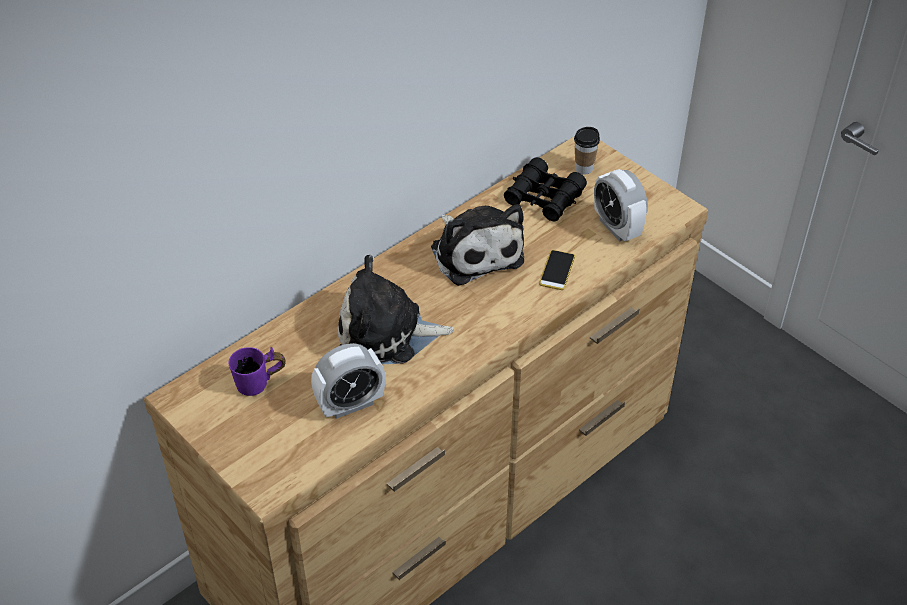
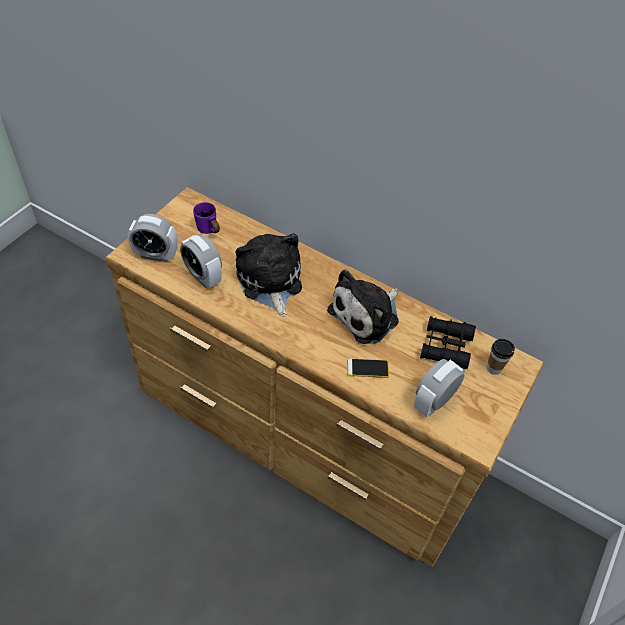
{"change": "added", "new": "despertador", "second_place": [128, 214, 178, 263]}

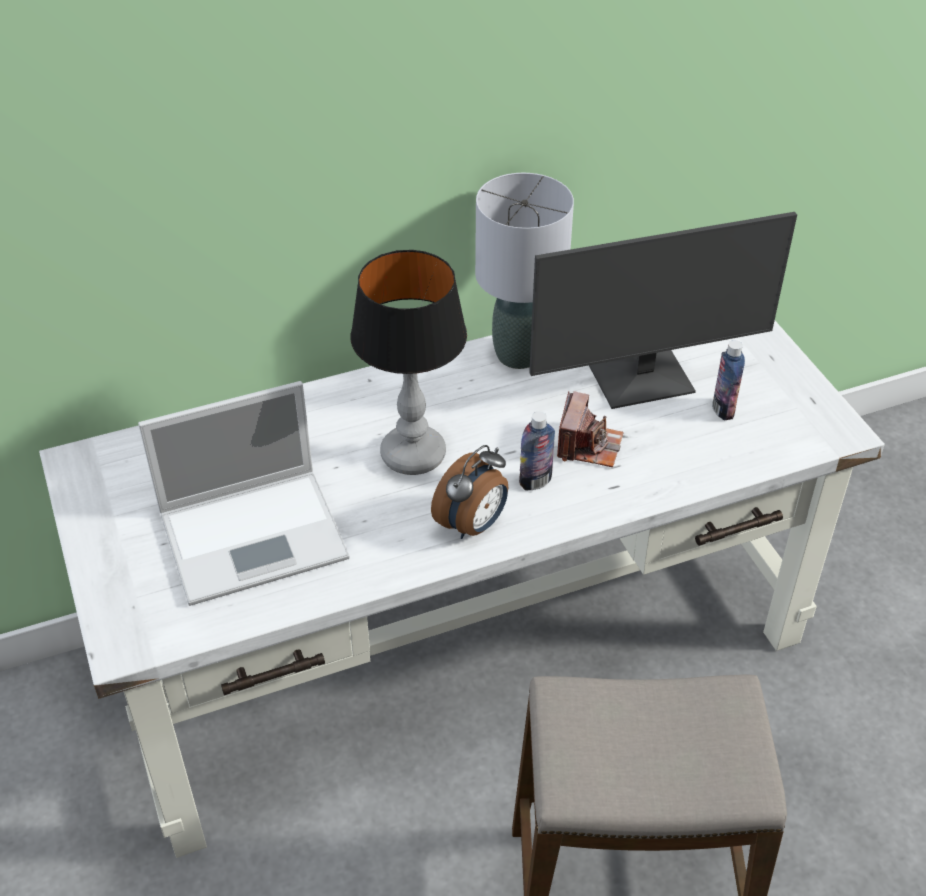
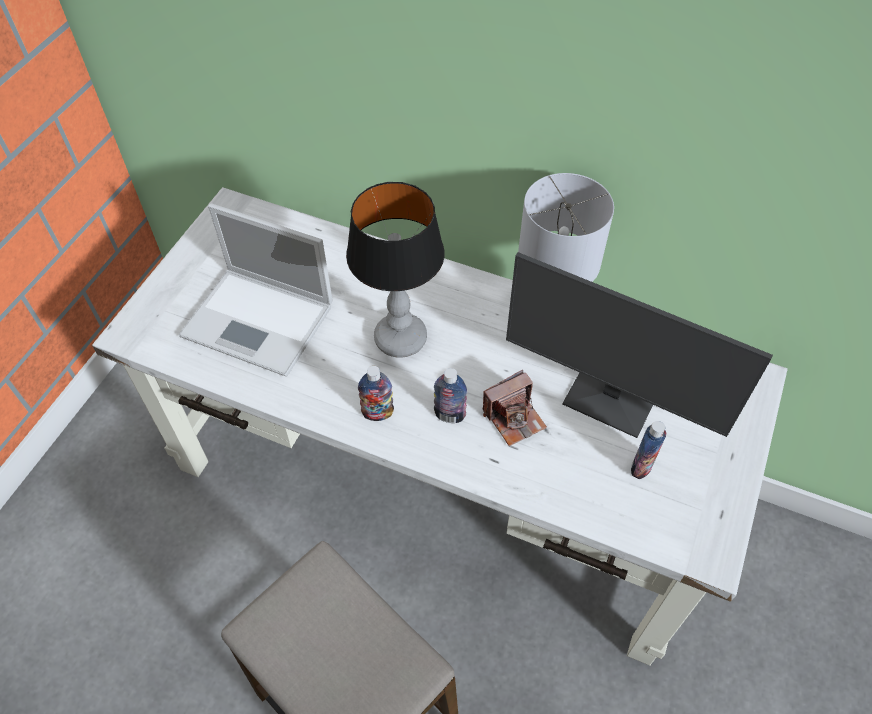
{"change": "replaced", "old": "despertador", "new": "botella", "first_place": [431, 445, 508, 539], "second_place": [358, 366, 394, 421]}

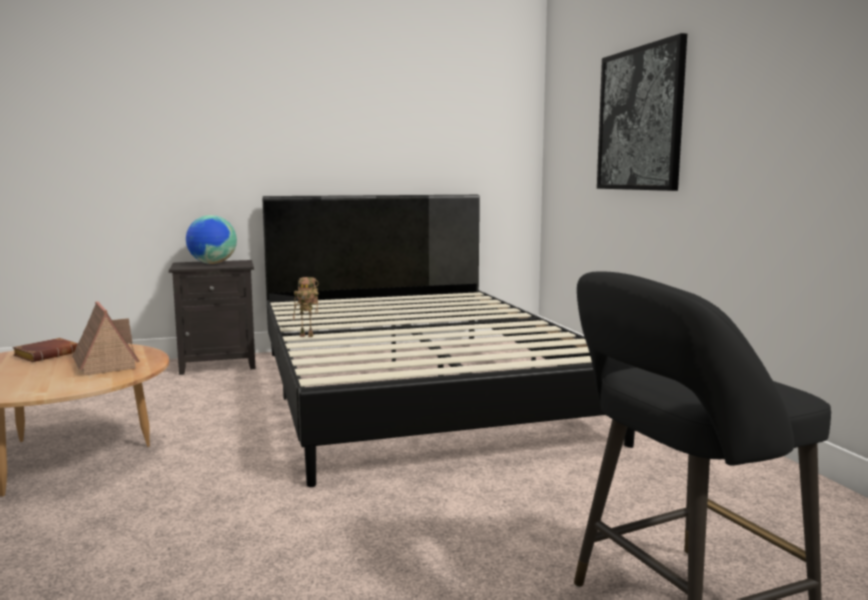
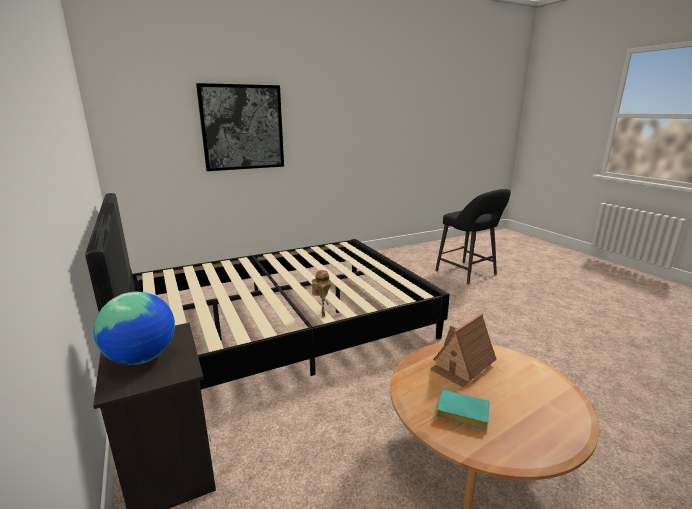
{"change": "recoloured", "old": "libro (marrón)", "new": "libro (turquesa)", "first_place": [12, 338, 78, 362], "second_place": [436, 390, 490, 430]}

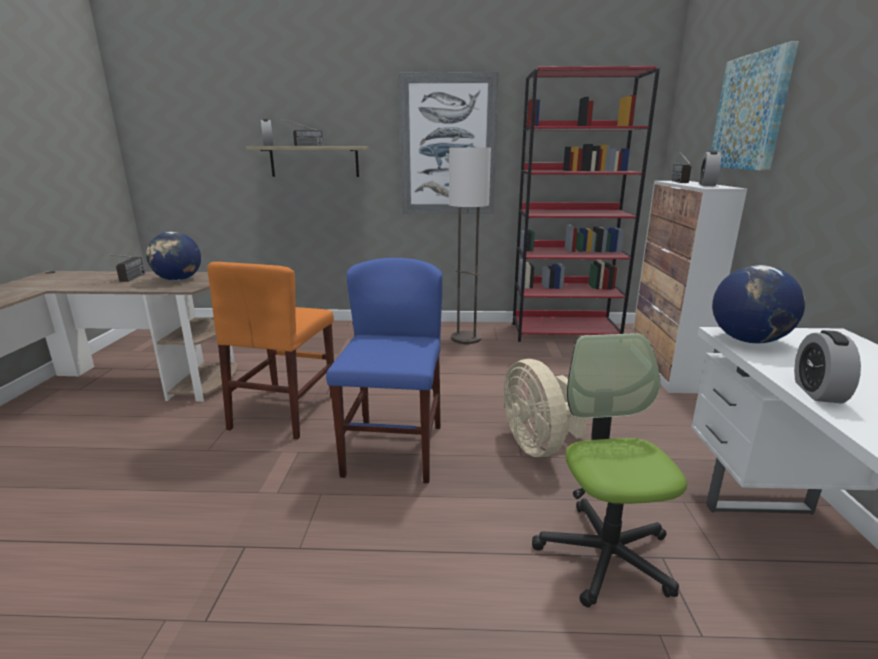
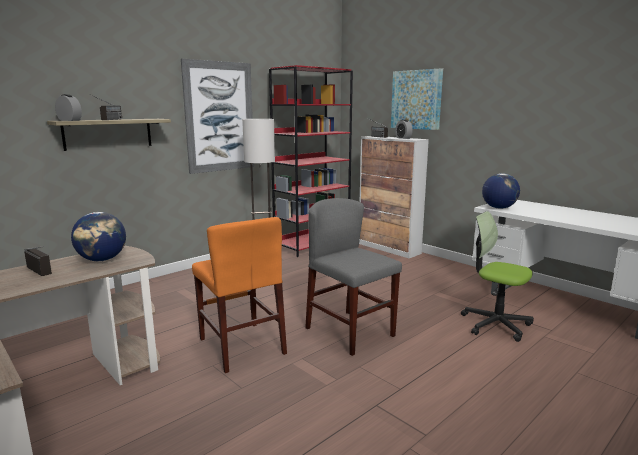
{"change": "recoloured", "old": "silla (azul)", "new": "silla (gris)", "first_place": [326, 258, 443, 483], "second_place": [305, 198, 402, 356]}
{"change": "removed", "old": "despertador", "first_place": [794, 330, 861, 404]}
{"change": "removed", "old": "ventilador (beis)", "first_place": [504, 359, 587, 457]}

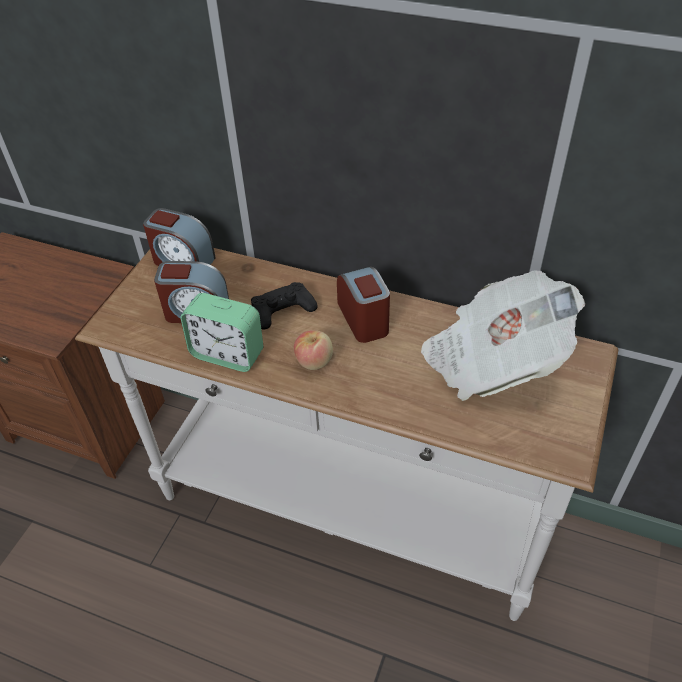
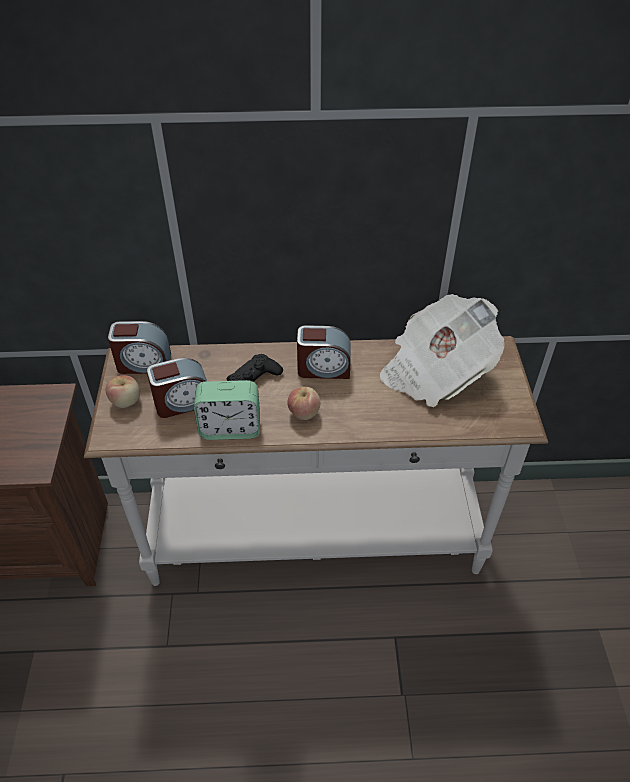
{"change": "turned", "old": "despertador", "first_place": [337, 267, 390, 343], "second_place": [297, 325, 351, 379], "degrees": 135}
{"change": "added", "new": "manzana", "second_place": [106, 375, 140, 408]}

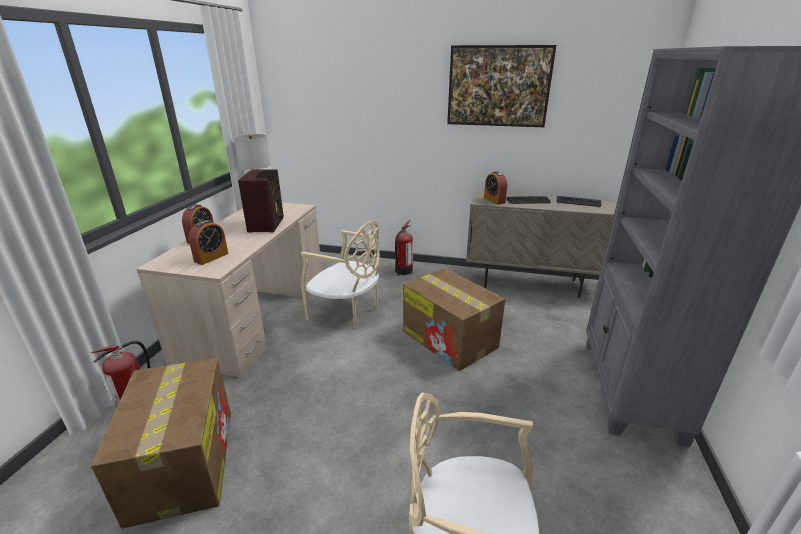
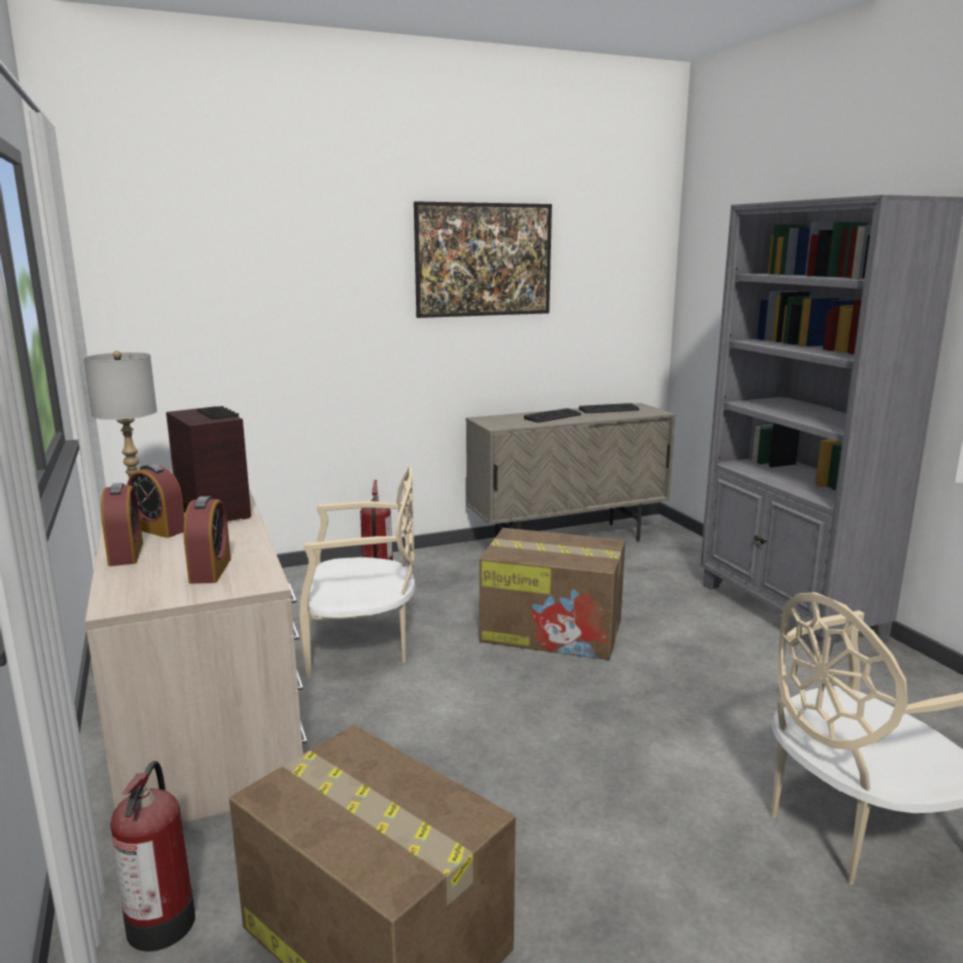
{"change": "moved", "old": "despertador", "first_place": [484, 171, 507, 205], "second_place": [127, 464, 185, 538]}

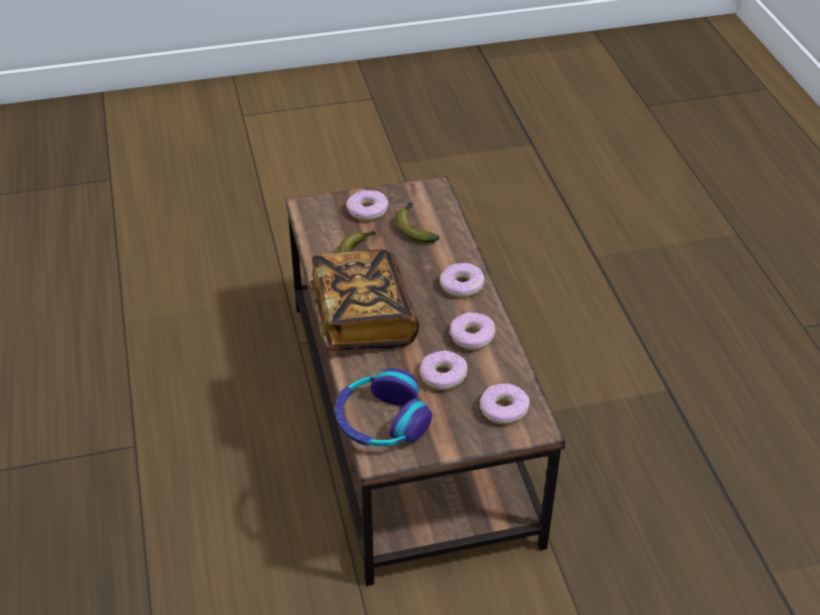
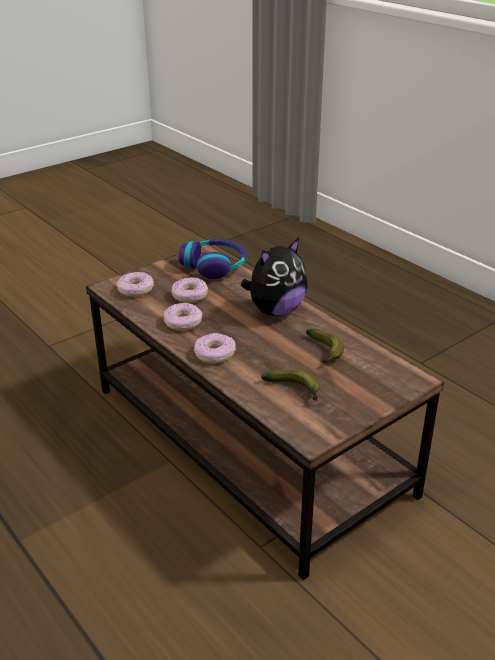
{"change": "removed", "old": "rosquilla", "first_place": [346, 190, 388, 221]}
{"change": "replaced", "old": "libro", "new": "peluche", "first_place": [310, 249, 419, 350], "second_place": [241, 238, 308, 316]}

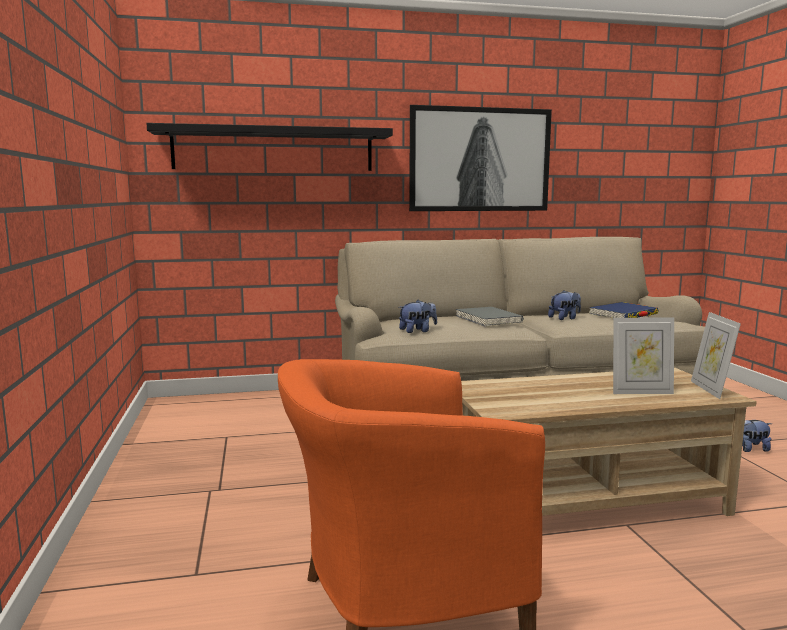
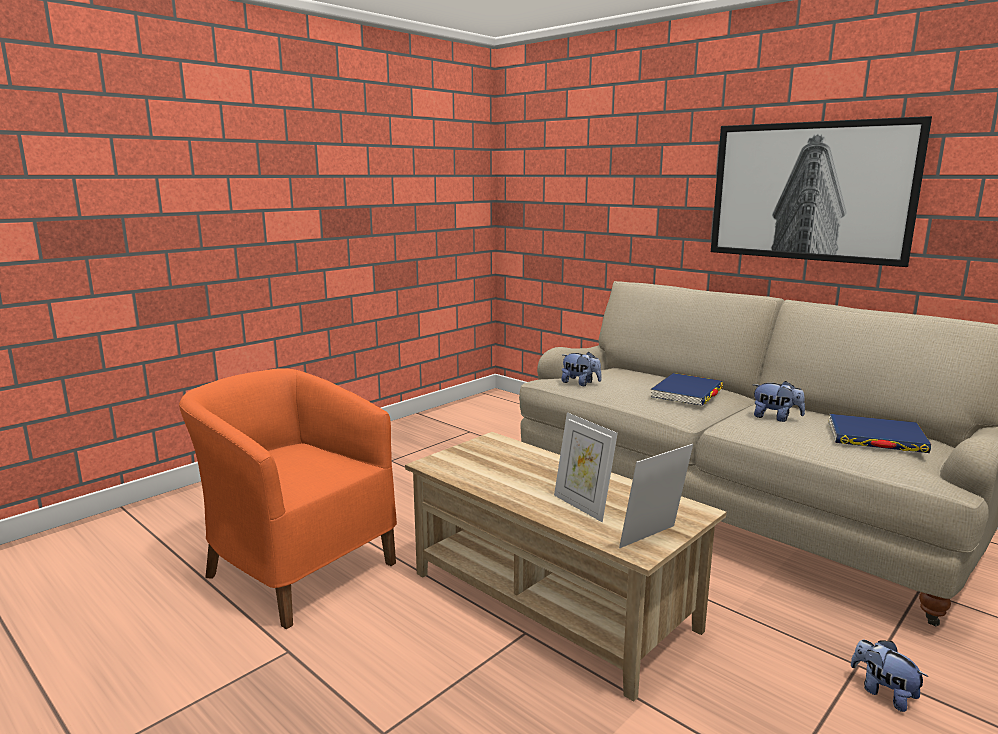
{"change": "removed", "old": "estante (negro)", "first_place": [146, 123, 393, 171]}
{"change": "recoloured", "old": "libro (gris)", "new": "libro (azul)", "first_place": [456, 307, 524, 327], "second_place": [651, 373, 723, 406]}

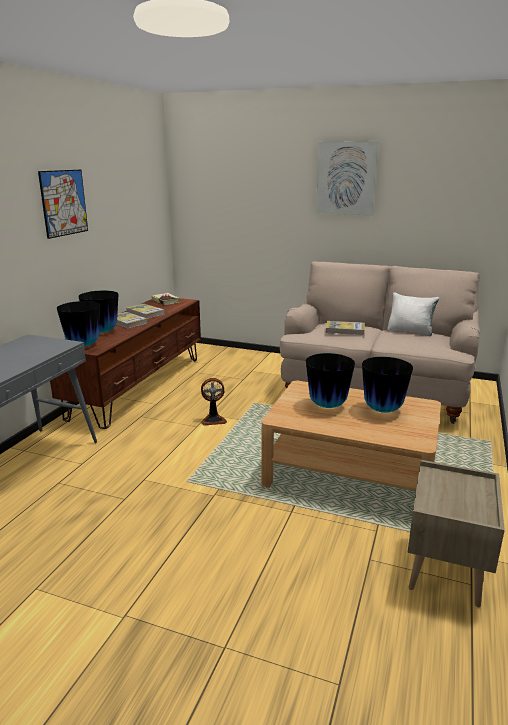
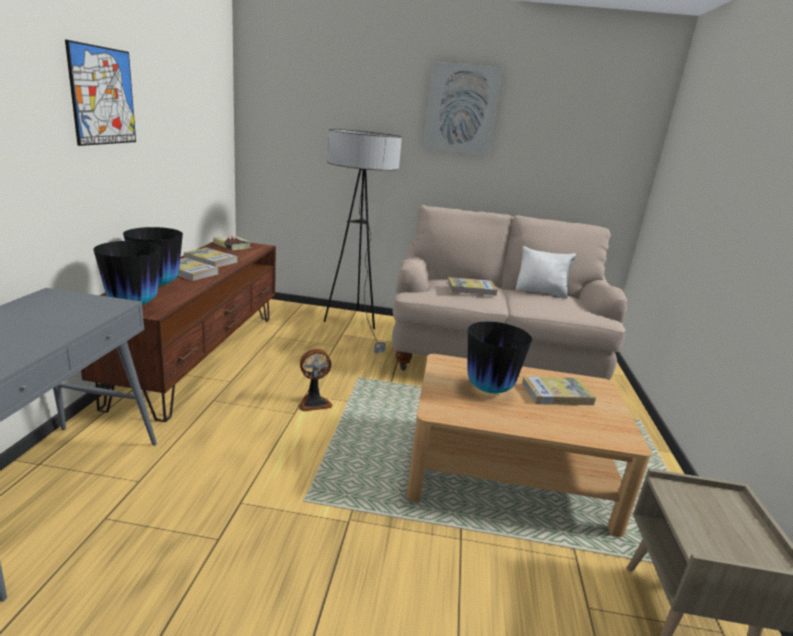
{"change": "replaced", "old": "florero", "new": "libro", "first_place": [362, 357, 413, 413], "second_place": [521, 377, 596, 405]}
{"change": "added", "new": "lámpara de pie", "second_place": [324, 129, 402, 353]}

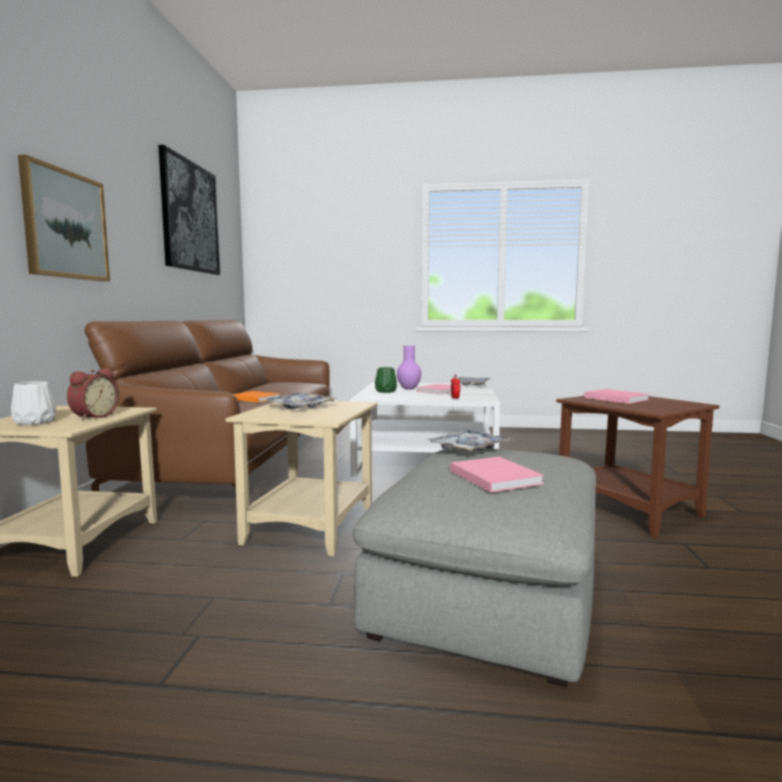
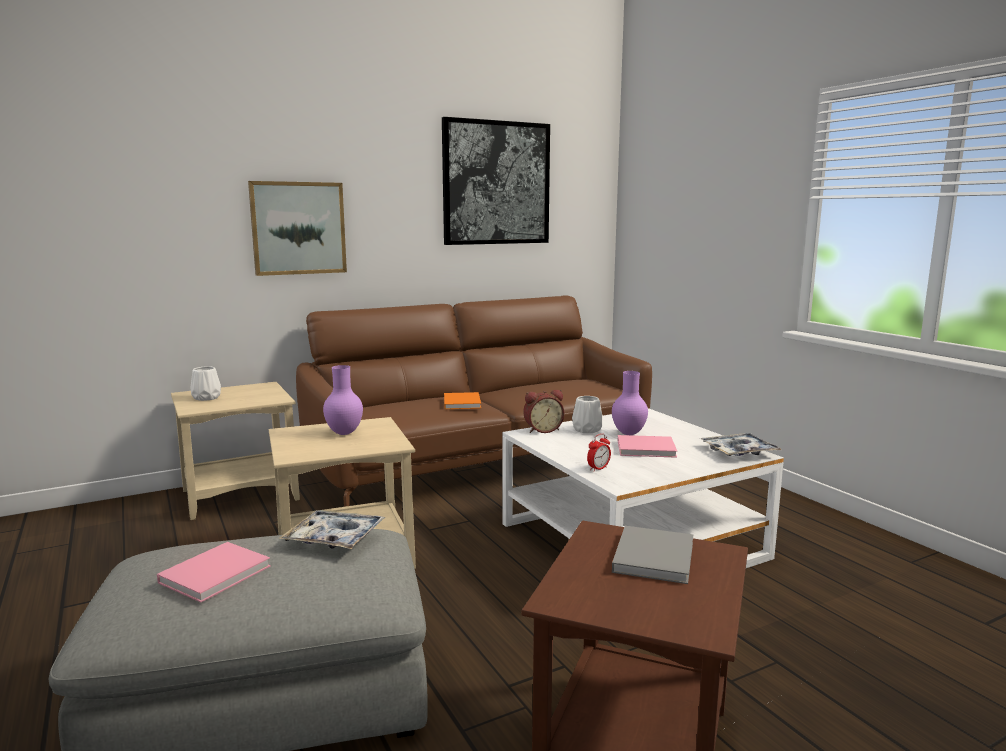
{"change": "recoloured", "old": "florero (verde)", "new": "florero (blanco)", "first_place": [375, 367, 397, 393], "second_place": [572, 396, 603, 433]}
{"change": "moved", "old": "despertador", "first_place": [67, 368, 119, 420], "second_place": [523, 390, 564, 433]}
{"change": "recoloured", "old": "libro (rosa)", "new": "libro (gris)", "first_place": [584, 389, 650, 404], "second_place": [612, 526, 693, 584]}
{"change": "replaced", "old": "bandeja", "new": "florero (morado)", "first_place": [262, 393, 338, 409], "second_place": [323, 365, 363, 435]}

